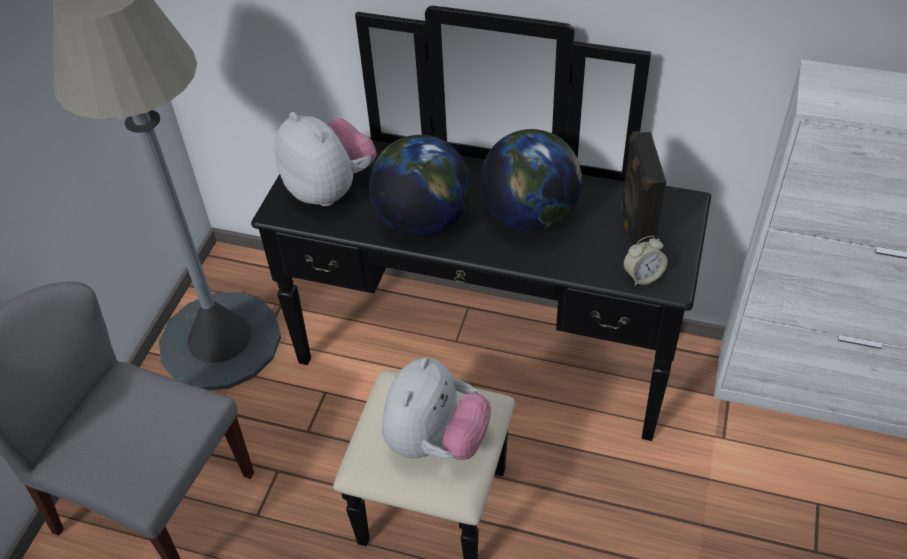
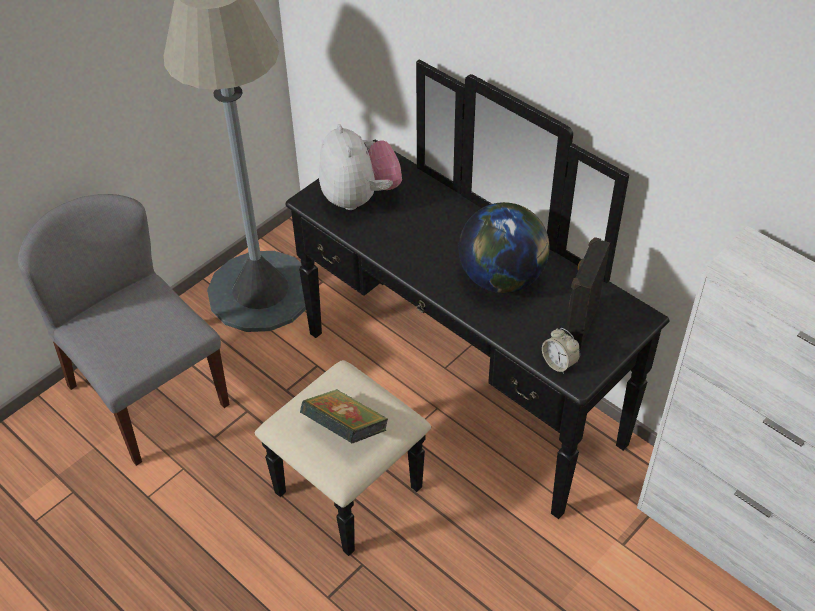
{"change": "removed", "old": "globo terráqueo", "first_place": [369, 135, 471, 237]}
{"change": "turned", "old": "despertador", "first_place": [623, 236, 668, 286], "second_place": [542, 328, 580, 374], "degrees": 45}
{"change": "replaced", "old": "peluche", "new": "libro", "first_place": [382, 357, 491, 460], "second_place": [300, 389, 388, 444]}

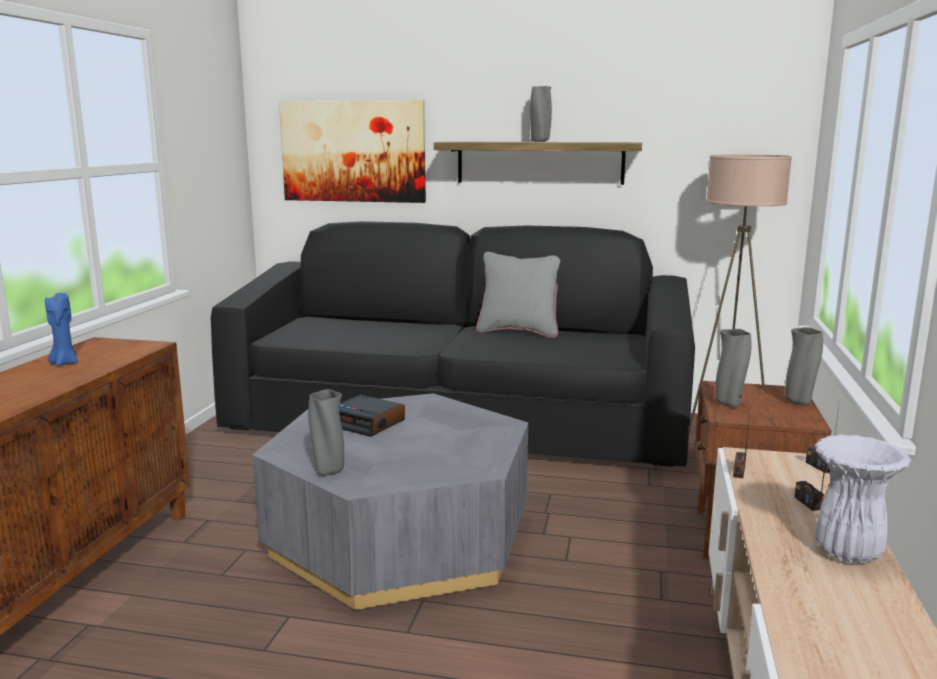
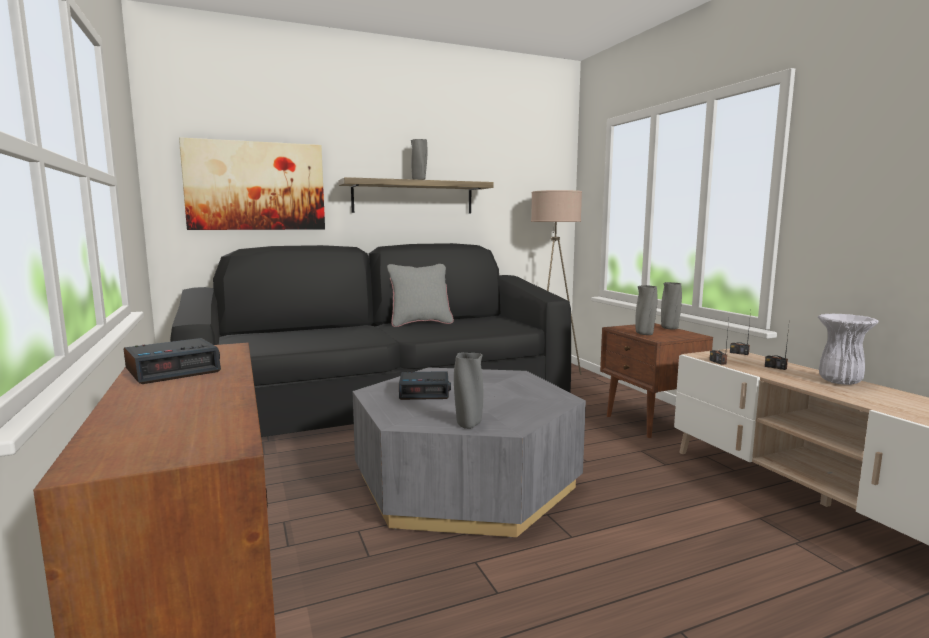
{"change": "replaced", "old": "vela (azul)", "new": "despertador", "first_place": [45, 293, 78, 366], "second_place": [124, 338, 221, 384]}

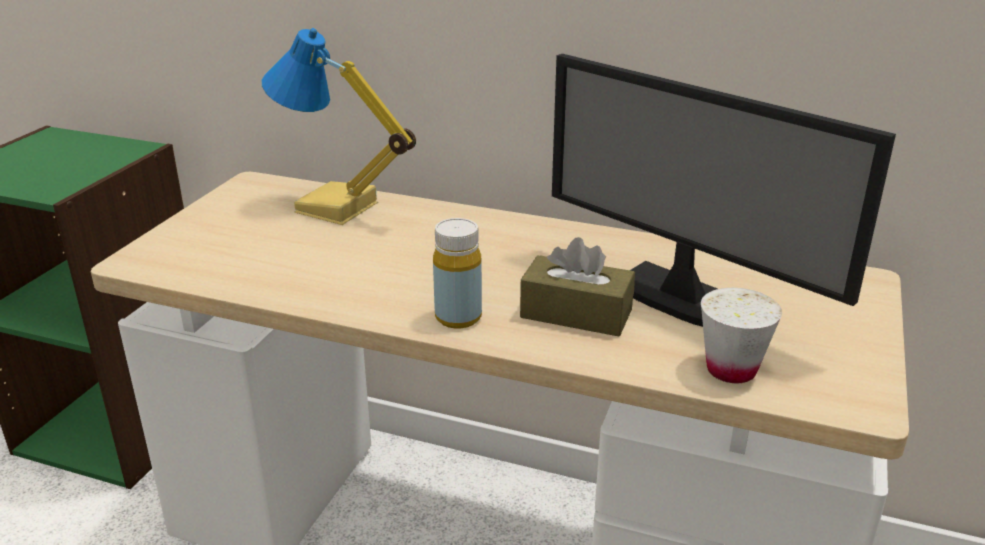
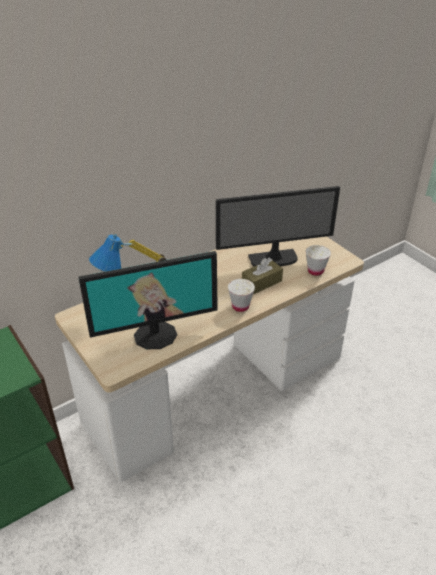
{"change": "replaced", "old": "botella (amarillo)", "new": "taza (blanco)", "first_place": [433, 218, 482, 328], "second_place": [228, 279, 255, 312]}
{"change": "added", "new": "monitor", "second_place": [78, 251, 218, 349]}

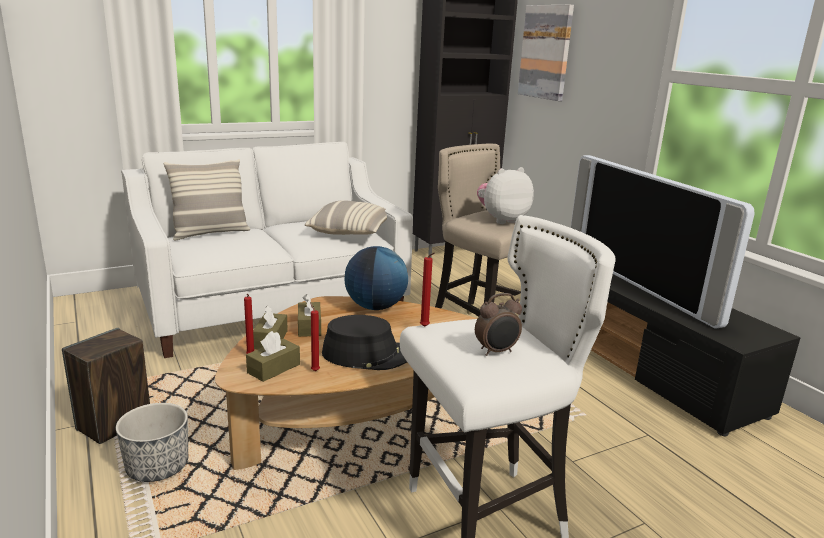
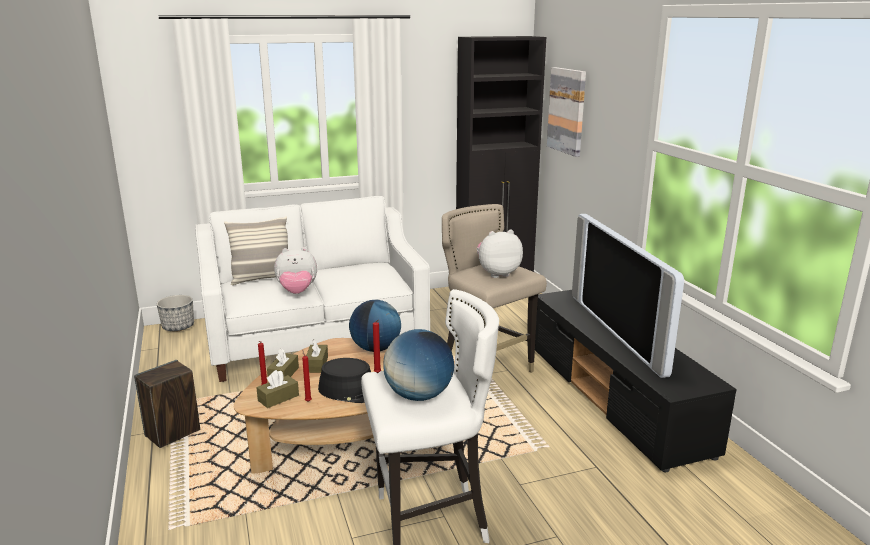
{"change": "removed", "old": "cojín", "first_place": [305, 200, 387, 235]}
{"change": "replaced", "old": "despertador", "new": "globo terráqueo", "first_place": [475, 293, 522, 356], "second_place": [384, 329, 454, 401]}
{"change": "moved", "old": "maceta", "first_place": [116, 403, 188, 482], "second_place": [157, 295, 194, 332]}
{"change": "added", "new": "peluche", "second_place": [274, 247, 317, 294]}

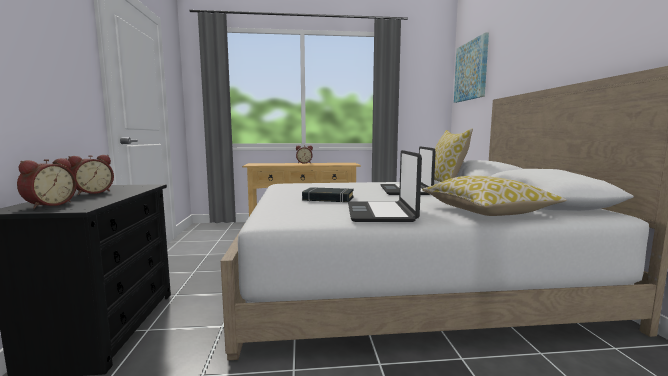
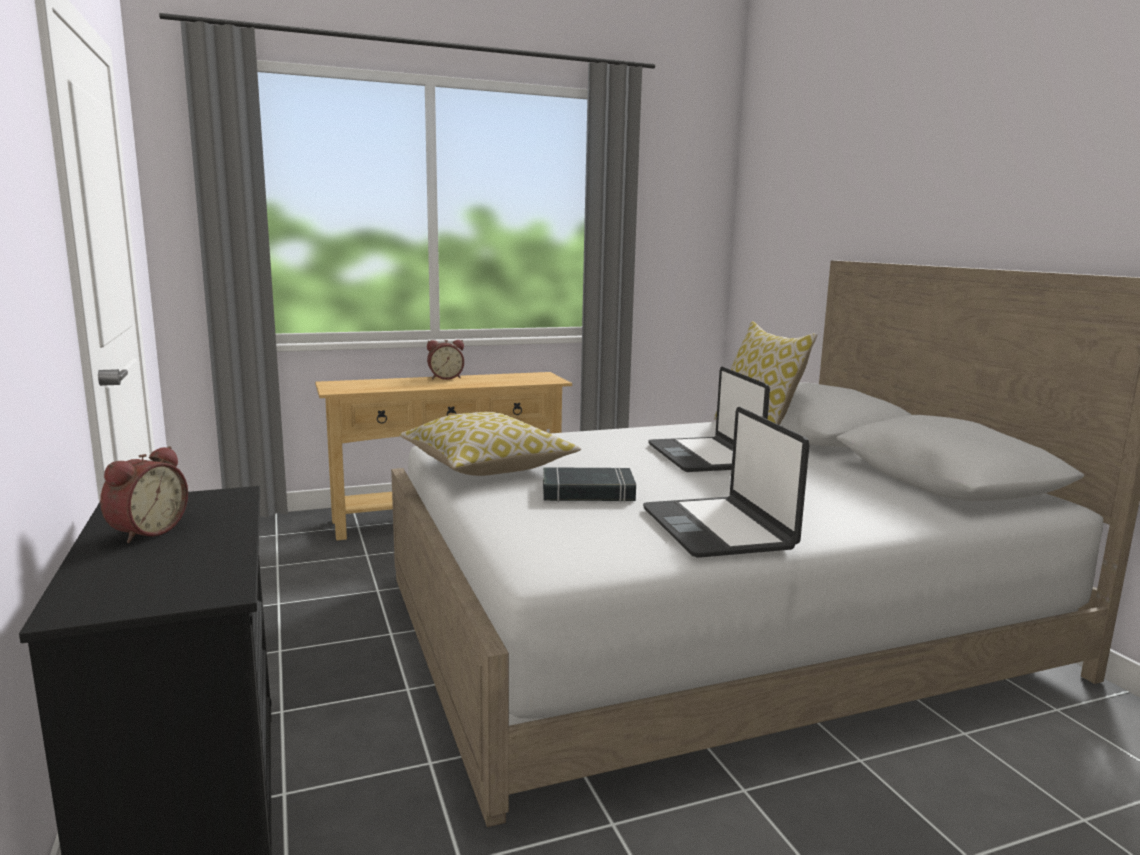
{"change": "removed", "old": "cuadro", "first_place": [454, 32, 489, 103]}
{"change": "removed", "old": "despertador", "first_place": [17, 158, 77, 209]}
{"change": "moved", "old": "cojín", "first_place": [422, 176, 567, 216], "second_place": [400, 412, 581, 476]}

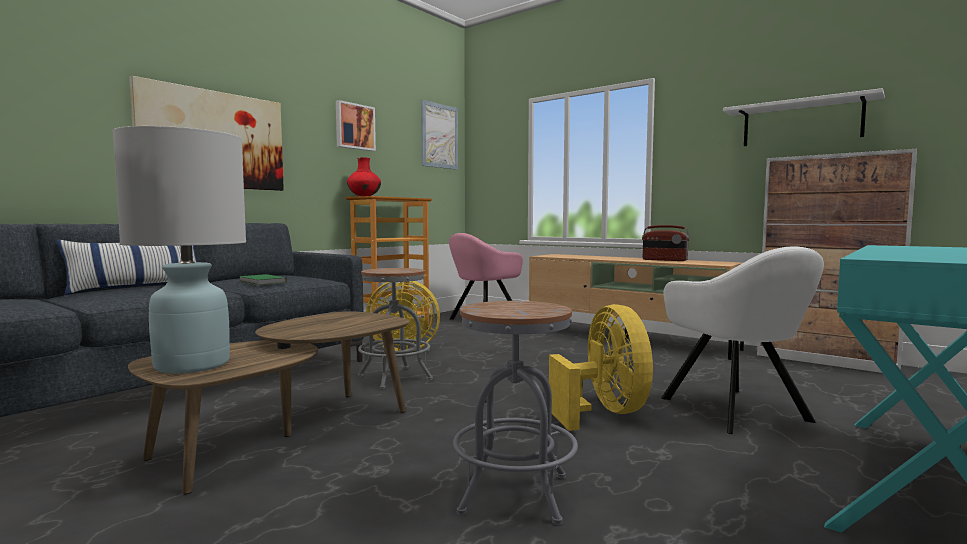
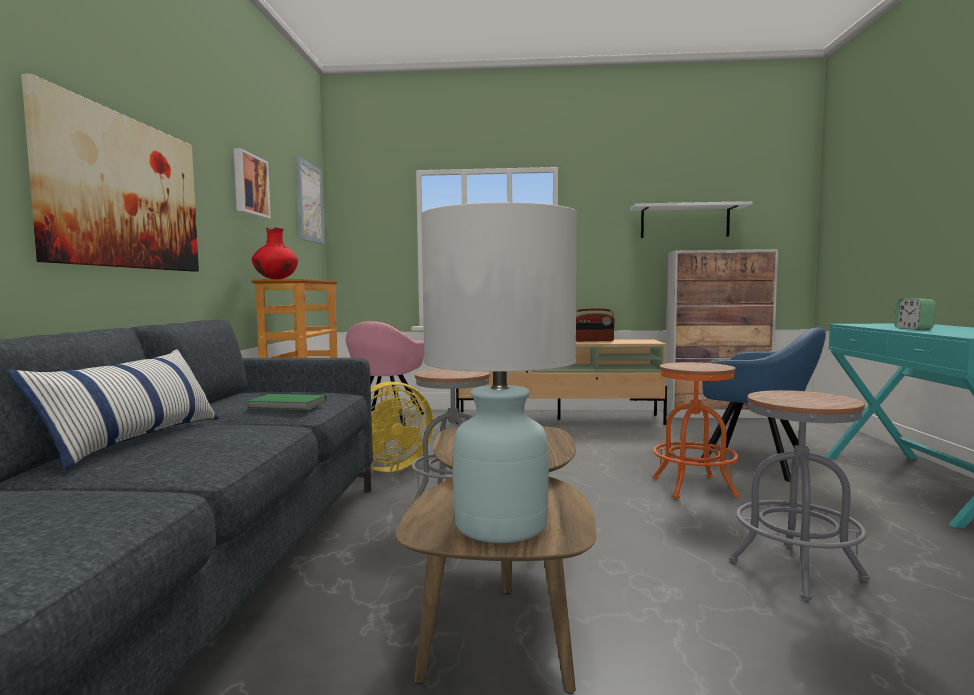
{"change": "recoloured", "old": "sillón (blanco)", "new": "sillón (azul)", "first_place": [661, 247, 824, 434], "second_place": [701, 327, 826, 482]}
{"change": "replaced", "old": "ventilador (amarillo)", "new": "taburete (naranja)", "first_place": [549, 304, 653, 431], "second_place": [653, 362, 739, 499]}
{"change": "added", "new": "despertador", "second_place": [895, 298, 936, 330]}

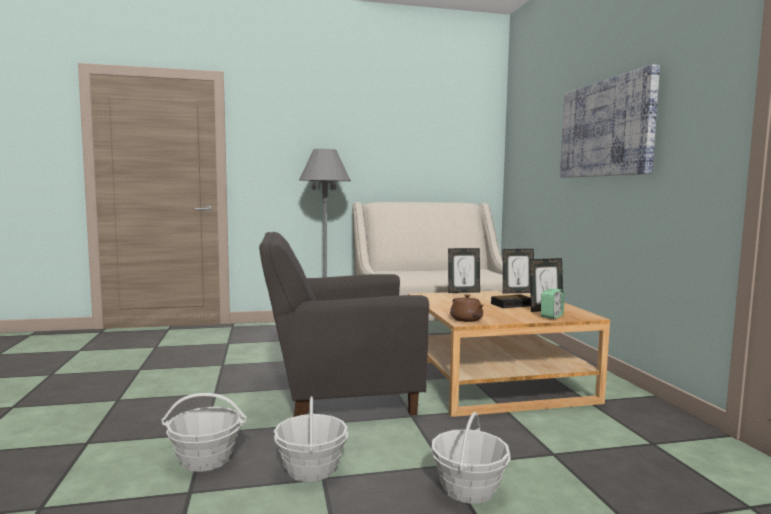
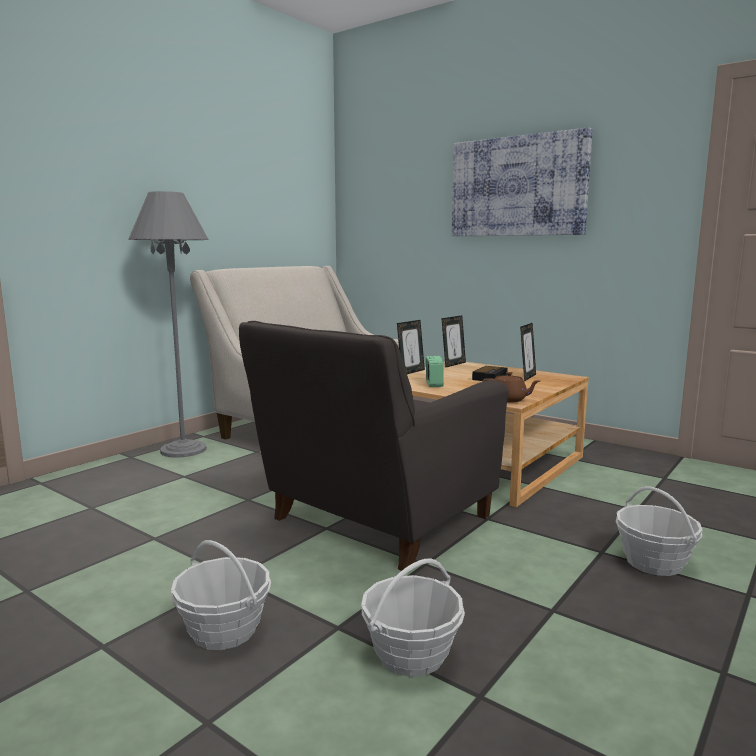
{"change": "moved", "old": "despertador", "first_place": [541, 289, 564, 319], "second_place": [426, 356, 444, 387]}
{"change": "moved", "old": "cesta", "first_place": [274, 396, 348, 482], "second_place": [171, 540, 271, 650]}

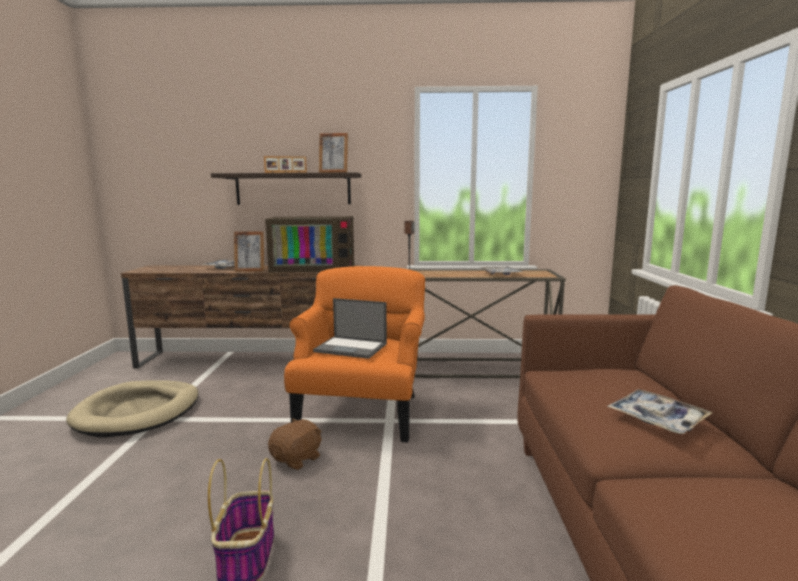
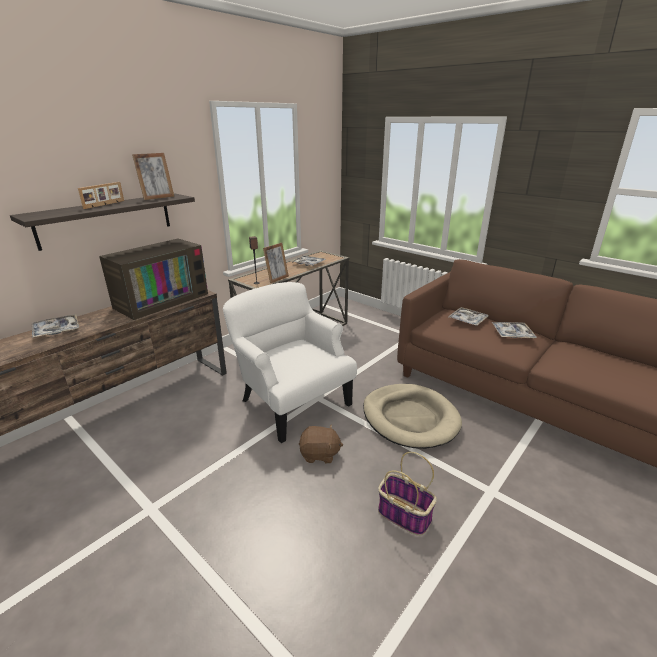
{"change": "moved", "old": "portarretratos", "first_place": [234, 231, 264, 272], "second_place": [263, 243, 289, 283]}
{"change": "recoloured", "old": "sillón (naranja)", "new": "sillón (blanco)", "first_place": [284, 266, 425, 443], "second_place": [223, 282, 357, 443]}
{"change": "removed", "old": "portátil", "first_place": [313, 298, 387, 359]}
{"change": "moved", "old": "cama para perro (beis)", "first_place": [66, 380, 198, 437], "second_place": [363, 384, 462, 449]}
{"change": "turned", "old": "peluche (marrón)", "first_place": [268, 419, 322, 470], "second_place": [299, 424, 343, 463], "degrees": 105}
{"change": "added", "new": "bandeja", "second_place": [449, 307, 489, 326]}

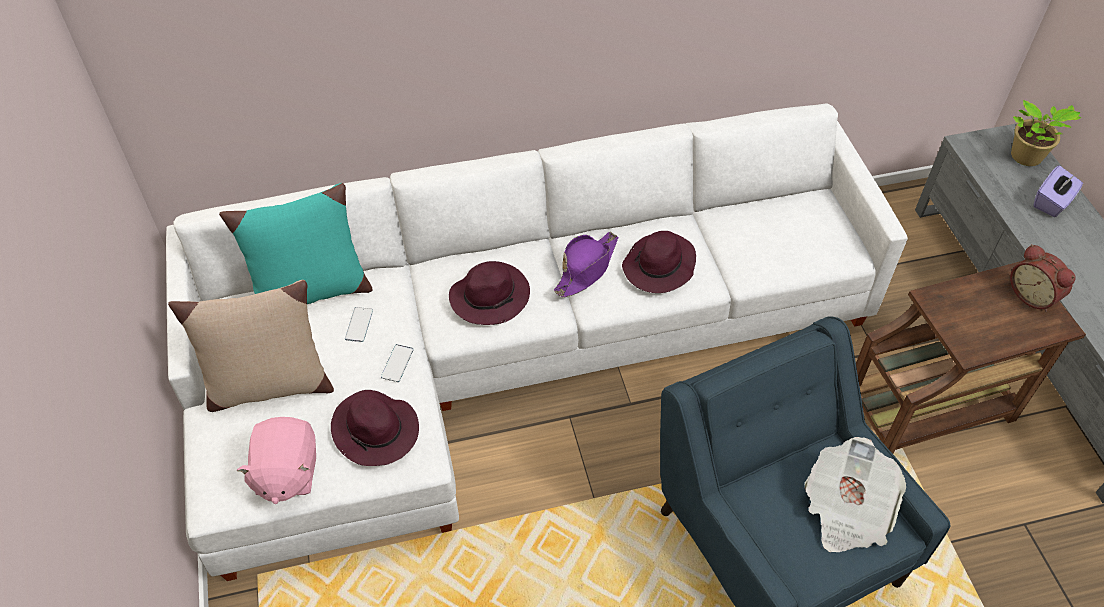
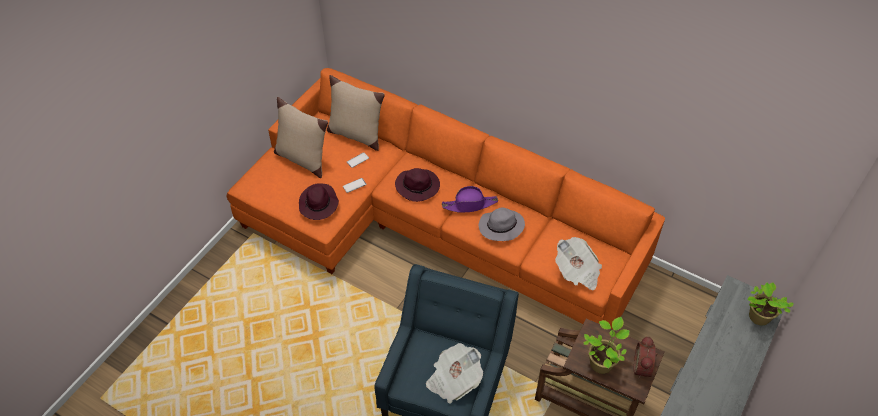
{"change": "recoloured", "old": "sofá (blanco)", "new": "sofá (naranja)", "first_place": [166, 103, 908, 581], "second_place": [226, 68, 665, 330]}
{"change": "removed", "old": "caja de pañuelos (morado)", "first_place": [1033, 166, 1083, 217]}
{"change": "recoloured", "old": "cojín (turquesa)", "new": "cojín (beis)", "first_place": [219, 183, 373, 304], "second_place": [327, 75, 385, 151]}
{"change": "recoloured", "old": "sombrero (morado)", "new": "sombrero (gris)", "first_place": [622, 231, 696, 293], "second_place": [479, 208, 525, 241]}
{"change": "removed", "old": "peluche (rosa)", "first_place": [236, 417, 316, 504]}
{"change": "added", "new": "periódico", "second_place": [555, 237, 602, 290]}
{"change": "added", "new": "planta en maceta", "second_place": [584, 317, 630, 374]}

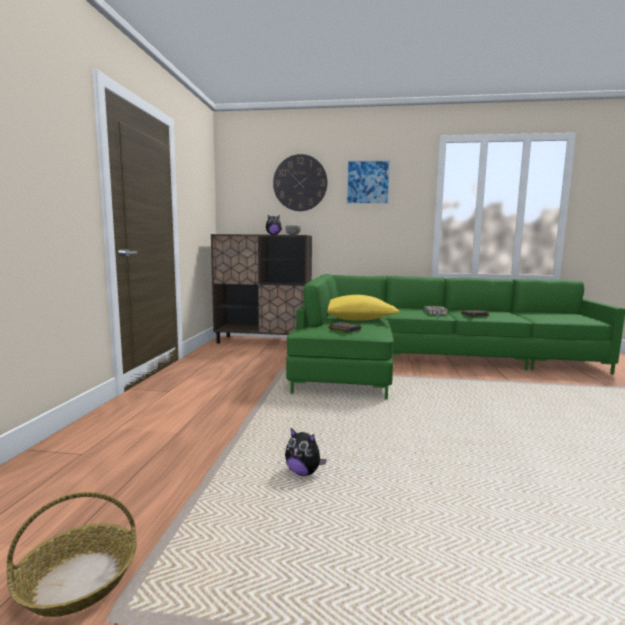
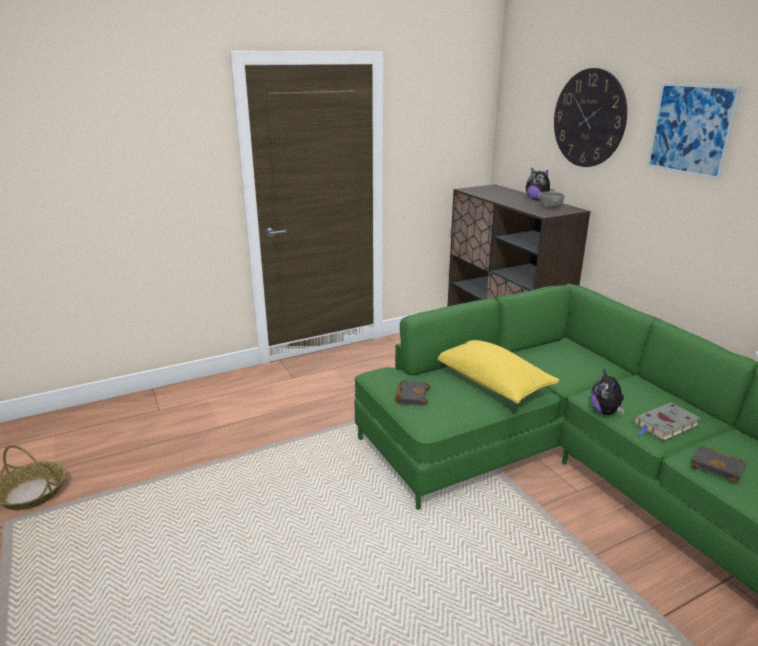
{"change": "moved", "old": "peluche", "first_place": [285, 428, 327, 476], "second_place": [591, 370, 625, 415]}

